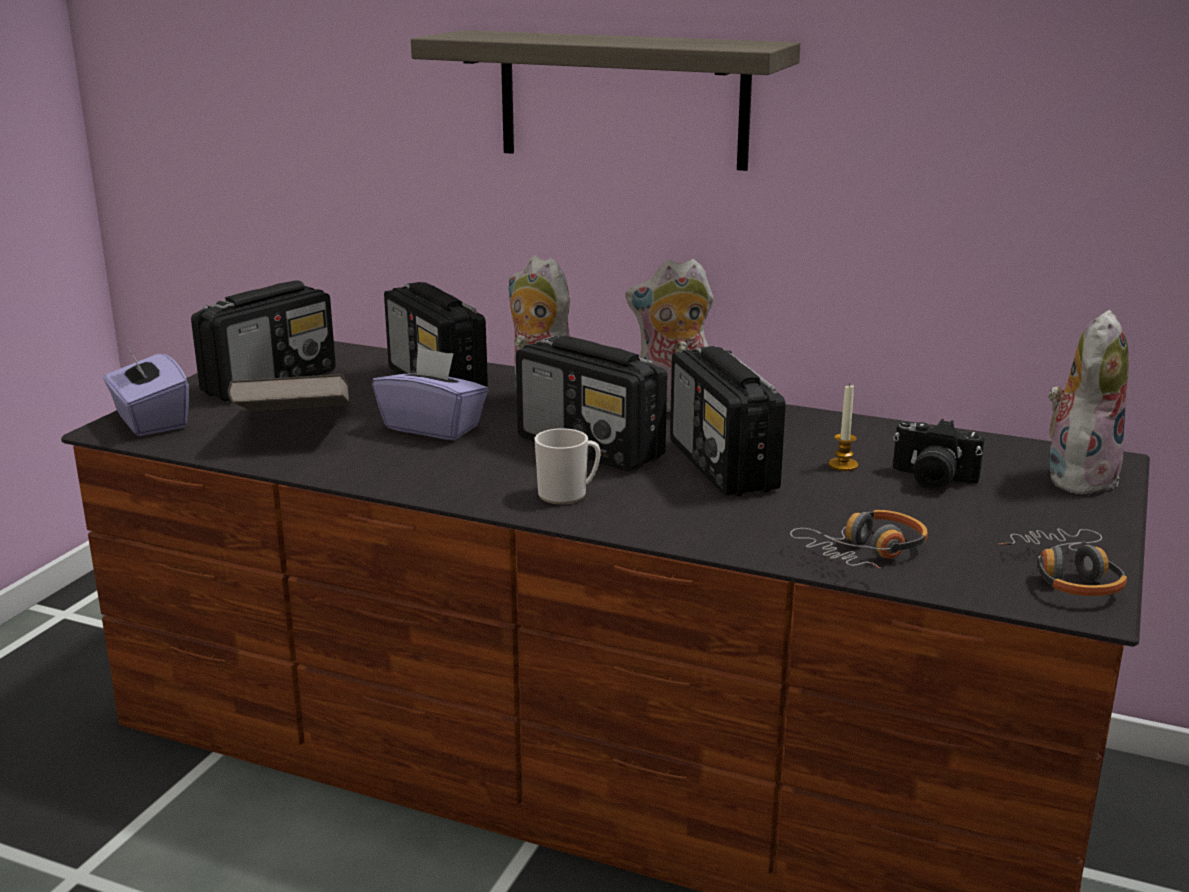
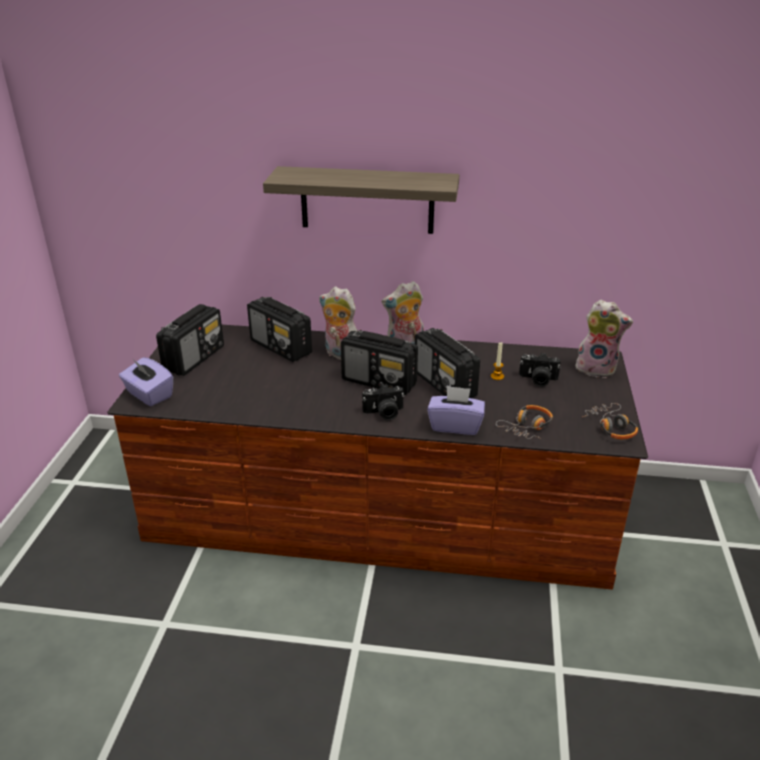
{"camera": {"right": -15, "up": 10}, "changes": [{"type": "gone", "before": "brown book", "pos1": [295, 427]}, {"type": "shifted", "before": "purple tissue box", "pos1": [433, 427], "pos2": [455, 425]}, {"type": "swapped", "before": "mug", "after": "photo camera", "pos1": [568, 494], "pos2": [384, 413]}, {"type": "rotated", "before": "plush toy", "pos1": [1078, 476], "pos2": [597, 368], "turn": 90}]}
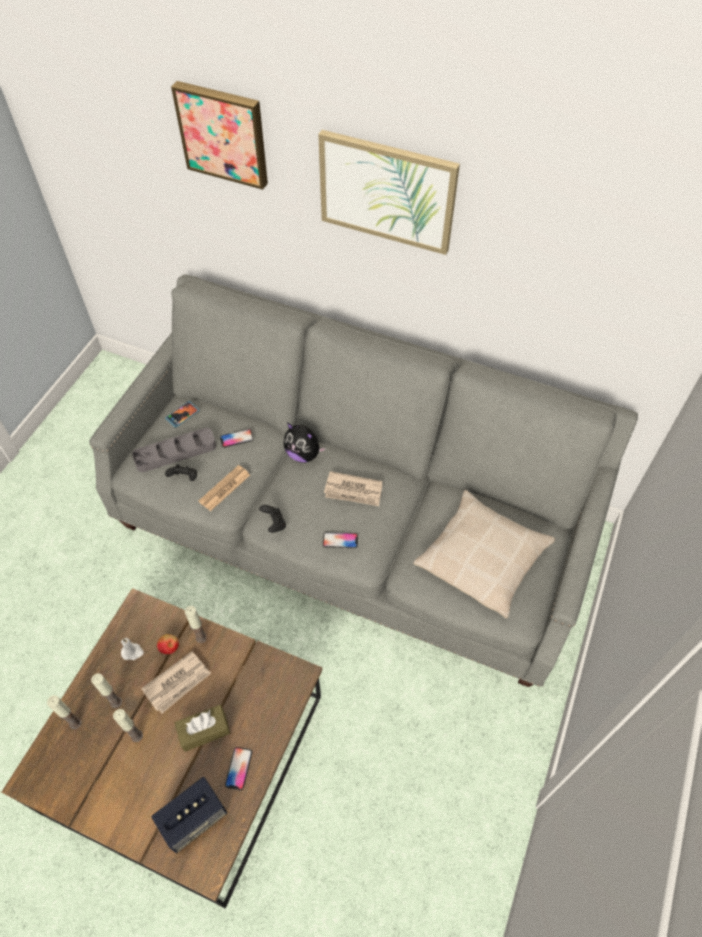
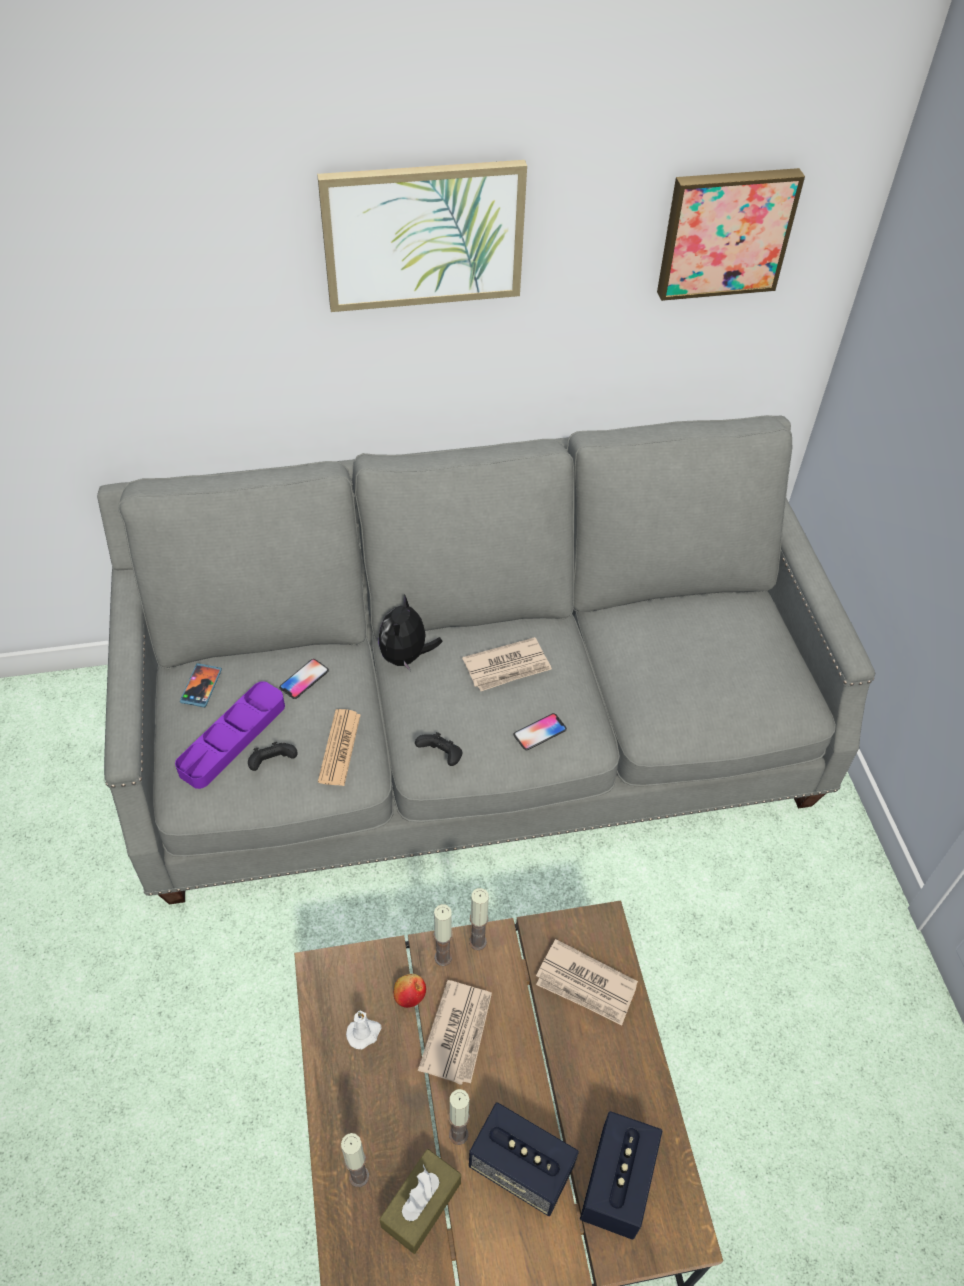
{"camera": {"right": -35, "up": -5}, "changes": [{"type": "shifted", "before": "candle", "pos1": [116, 702], "pos2": [478, 942]}, {"type": "repainted", "before": "grey tray", "after": "purple tray", "pos1": [175, 452], "pos2": [233, 738]}, {"type": "shifted", "before": "picture", "pos1": [223, 133], "pos2": [725, 232]}, {"type": "shifted", "before": "brown tissue box", "pos1": [204, 731], "pos2": [421, 1204]}, {"type": "gone", "before": "phone", "pos1": [239, 768]}, {"type": "rotated", "before": "plush toy", "pos1": [303, 454], "pos2": [406, 656], "turn": 105}, {"type": "gone", "before": "beige pillow", "pos1": [482, 558]}, {"type": "new", "after": "speaker", "pos2": [521, 1167]}, {"type": "new", "after": "newspaper", "pos2": [586, 985]}]}
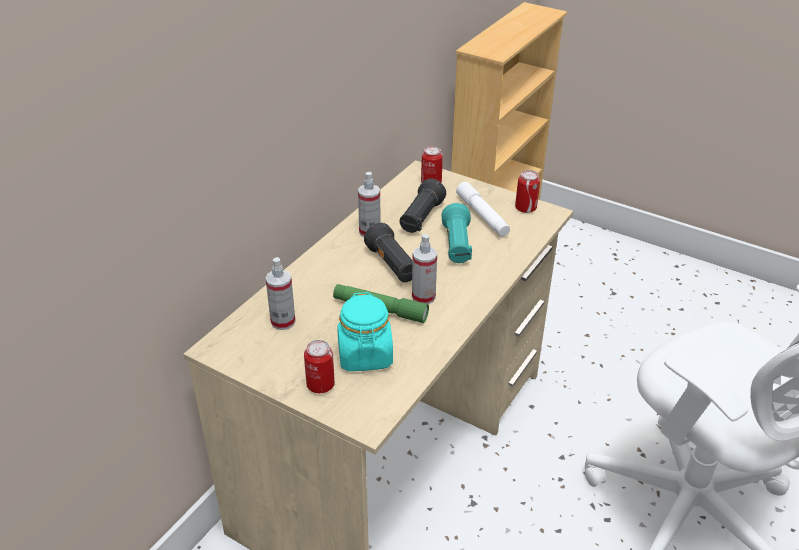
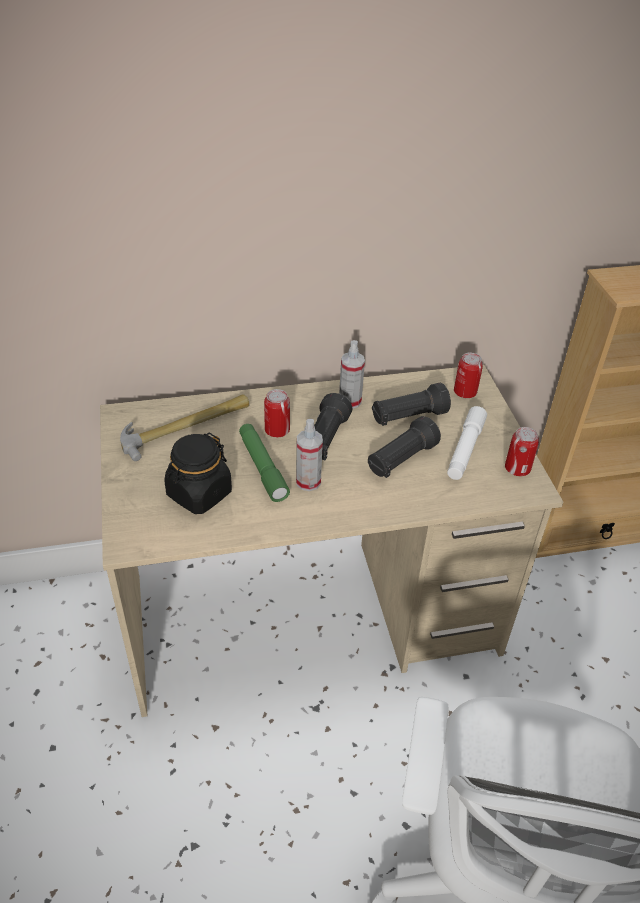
{"camera": {"right": 45, "up": 5}, "changes": [{"type": "swapped", "before": "spray bottle", "after": "hammer", "pos1": [283, 322], "pos2": [186, 427]}, {"type": "shifted", "before": "can", "pos1": [320, 385], "pos2": [277, 431]}, {"type": "repainted", "before": "turquoise jar", "after": "black jar", "pos1": [365, 355], "pos2": [199, 494]}, {"type": "repainted", "before": "turquoise flashlight", "after": "black flashlight", "pos1": [456, 246], "pos2": [401, 460]}]}
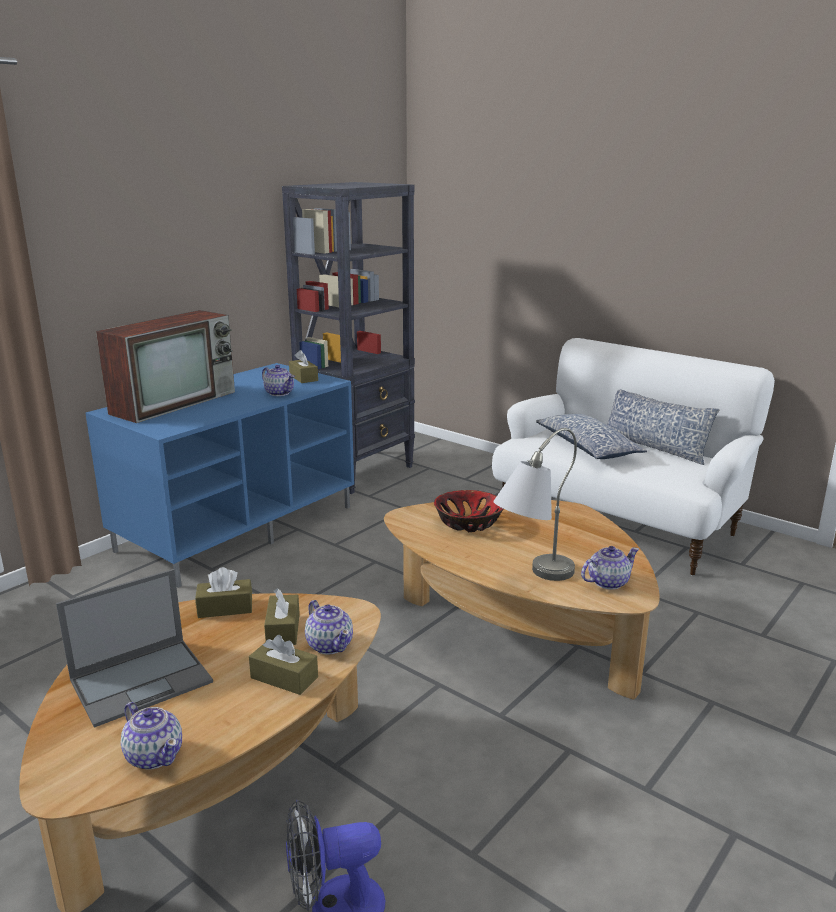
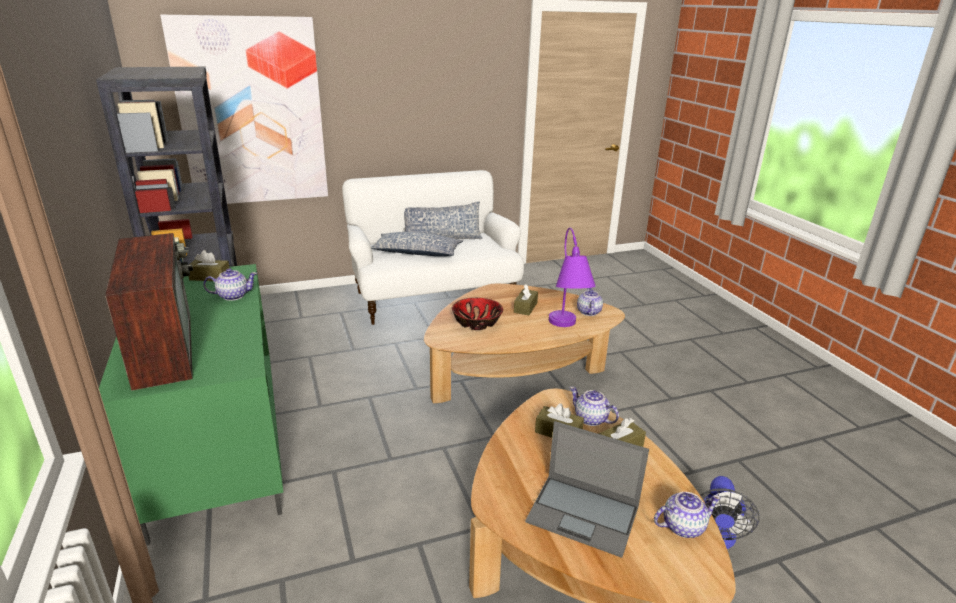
{"camera": {"right": -60, "up": 5}, "changes": [{"type": "rotated", "before": "laptop", "pos1": [143, 680], "pos2": [584, 514], "turn": 120}, {"type": "repainted", "before": "blue tv stand", "after": "green tv stand", "pos1": [238, 527], "pos2": [216, 446]}, {"type": "shifted", "before": "brown tissue box", "pos1": [225, 608], "pos2": [525, 307]}, {"type": "rotated", "before": "teapot", "pos1": [329, 645], "pos2": [591, 419], "turn": -135}, {"type": "repainted", "before": "grey table lamp", "after": "purple table lamp", "pos1": [532, 578], "pos2": [566, 329]}, {"type": "new", "after": "picture", "pos2": [252, 113]}]}
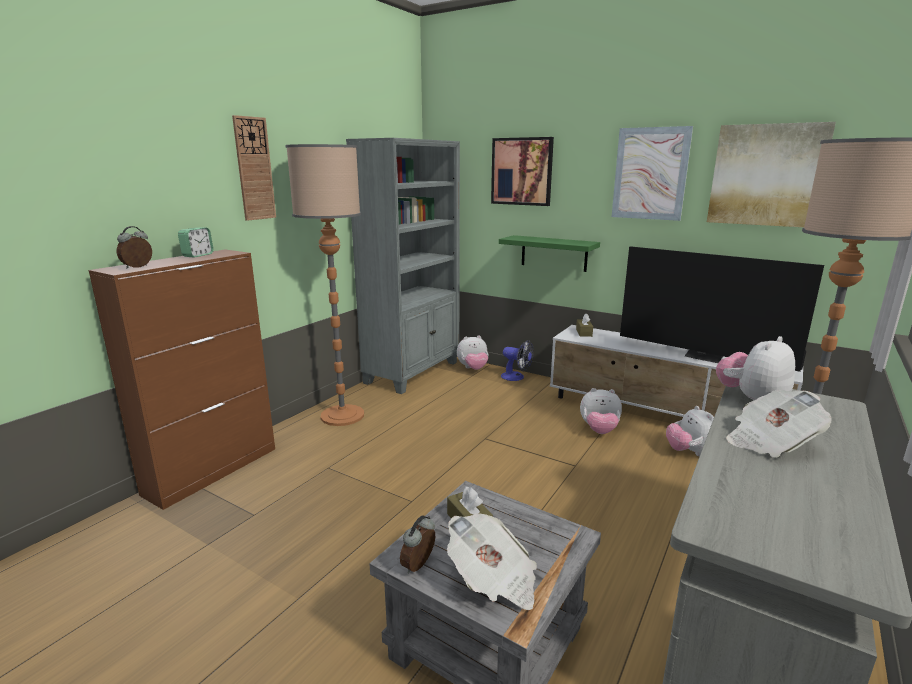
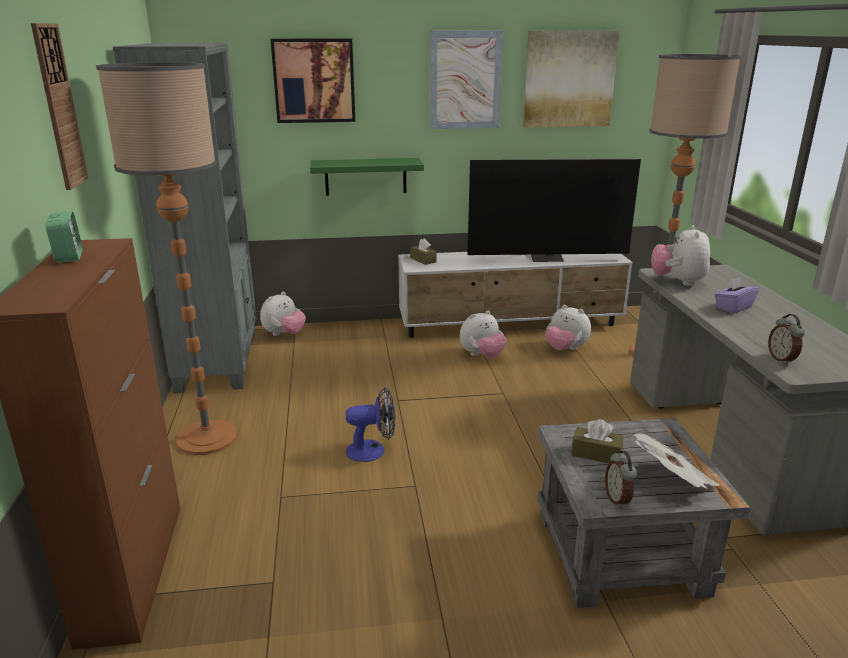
{"camera": {"right": -40, "up": 5}, "changes": [{"type": "shifted", "before": "alarm clock", "pos1": [138, 267], "pos2": [782, 359]}, {"type": "shifted", "before": "fan", "pos1": [516, 377], "pos2": [373, 450]}, {"type": "swapped", "before": "newspaper", "after": "purple tissue box", "pos1": [770, 442], "pos2": [733, 307]}]}
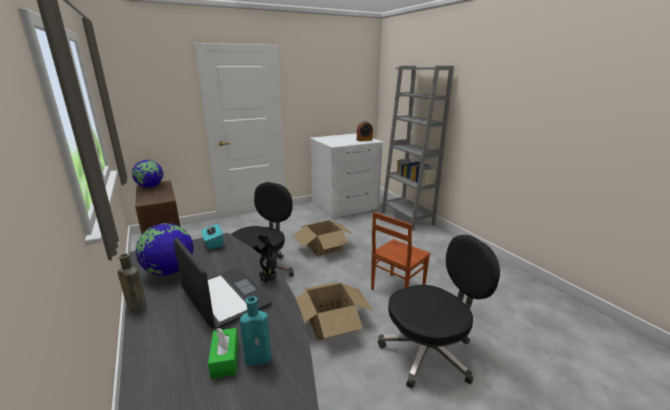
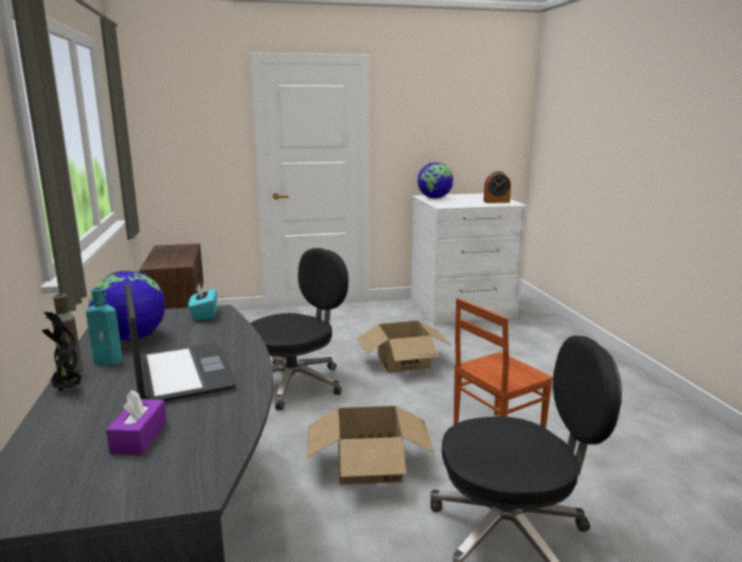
{"camera": {"right": 15, "up": -5}, "changes": [{"type": "shifted", "before": "globe", "pos1": [150, 187], "pos2": [434, 198]}, {"type": "repainted", "before": "green tissue box", "after": "purple tissue box", "pos1": [225, 359], "pos2": [139, 437]}, {"type": "shifted", "before": "turquoise bottle", "pos1": [260, 358], "pos2": [110, 361]}, {"type": "shifted", "before": "potted plant", "pos1": [267, 281], "pos2": [66, 390]}, {"type": "gone", "before": "grey bookcase", "pos1": [407, 218]}]}
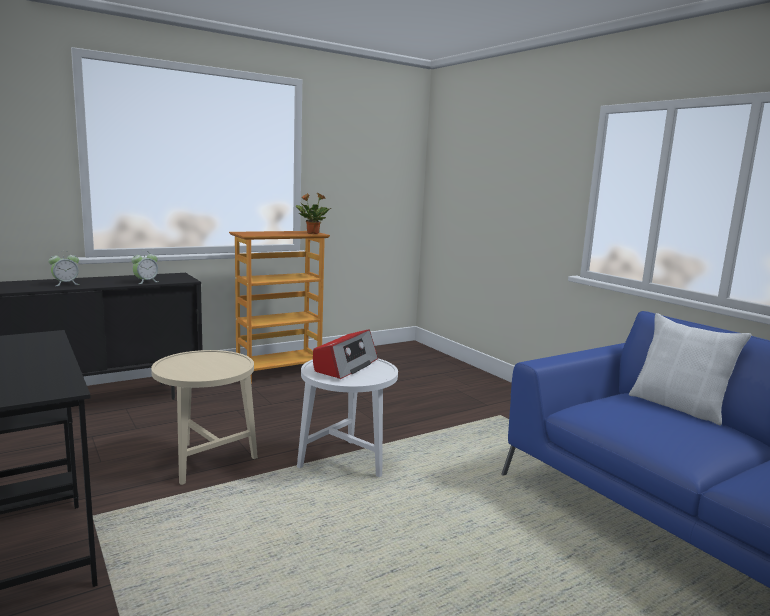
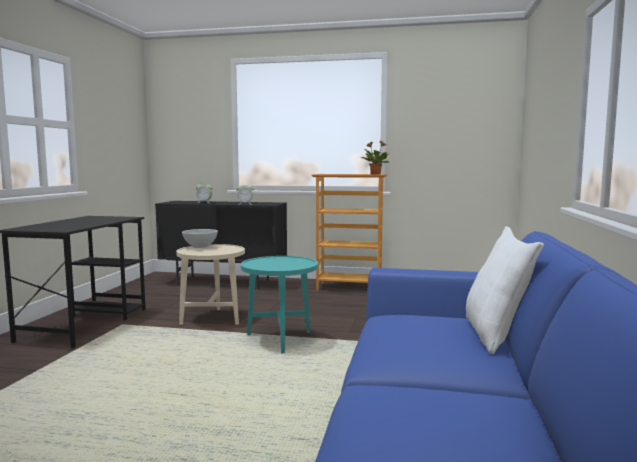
{"camera": {"right": 45, "up": -5}, "changes": [{"type": "repainted", "before": "white side table", "after": "turquoise side table", "pos1": [346, 463], "pos2": [280, 341]}, {"type": "gone", "before": "radio", "pos1": [345, 365]}, {"type": "new", "after": "white bowl", "pos2": [200, 246]}]}
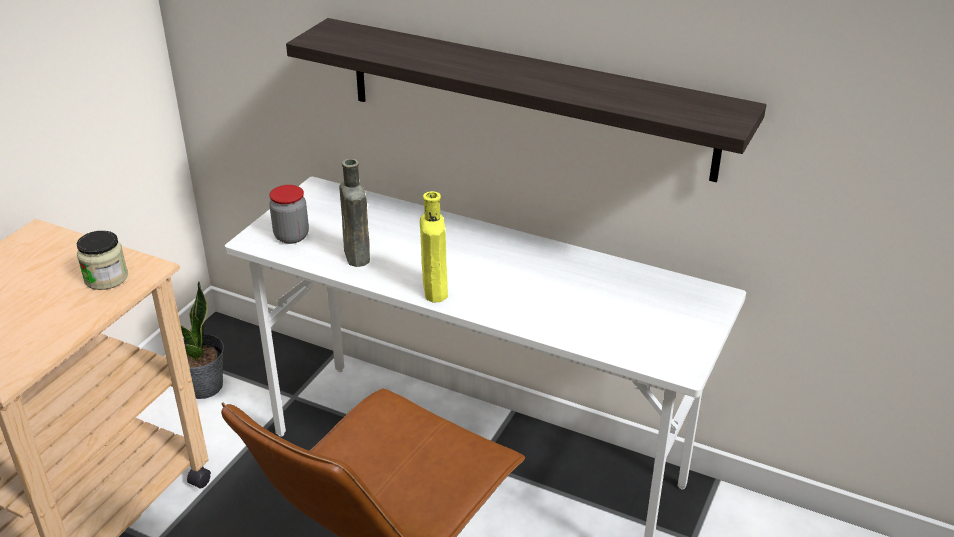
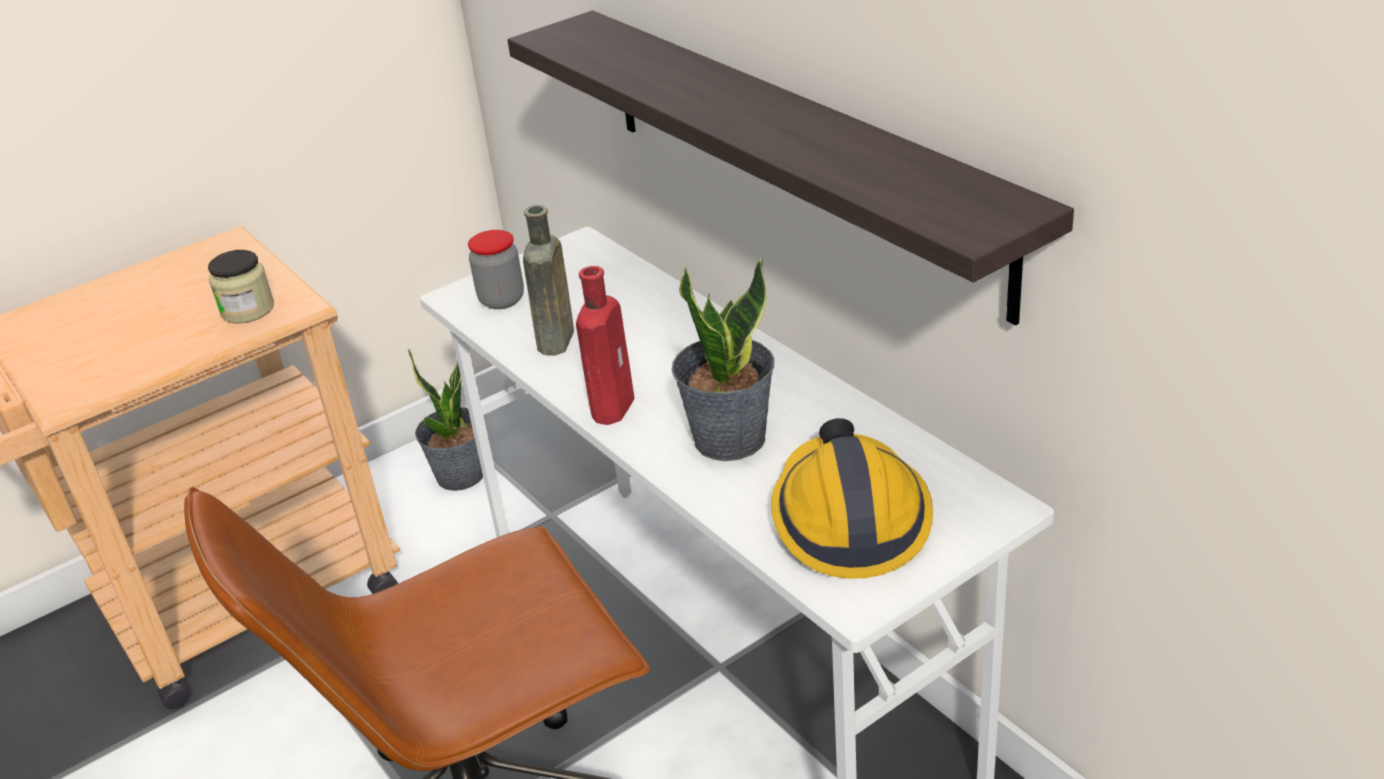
{"camera": {"right": 30, "up": 0}, "changes": [{"type": "repainted", "before": "yellow bottle", "after": "red bottle", "pos1": [434, 289], "pos2": [614, 405]}, {"type": "new", "after": "potted plant", "pos2": [728, 438]}, {"type": "new", "after": "hard hat", "pos2": [849, 518]}]}
